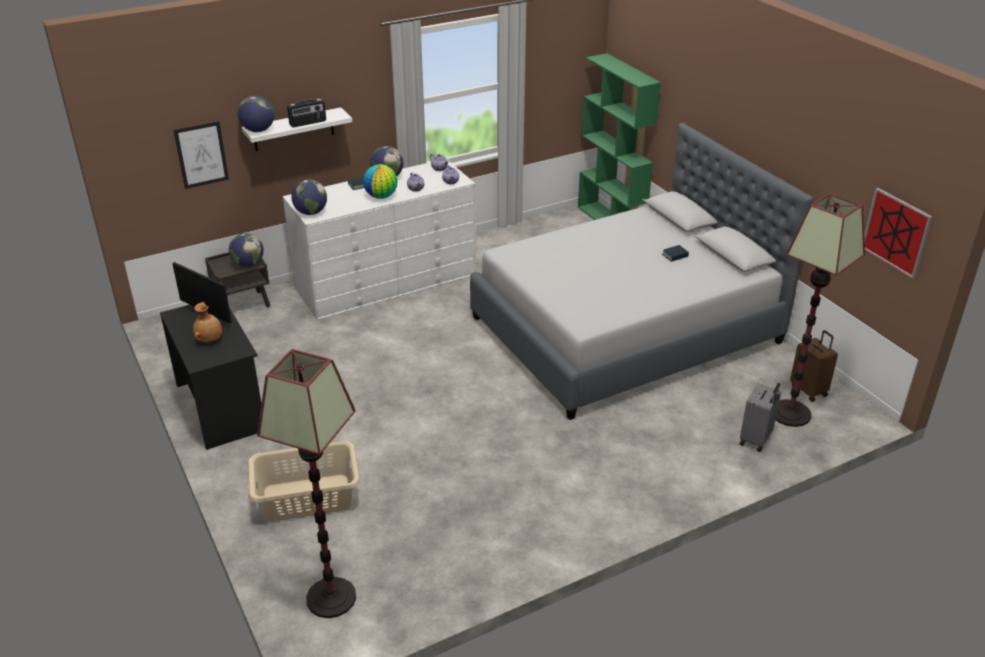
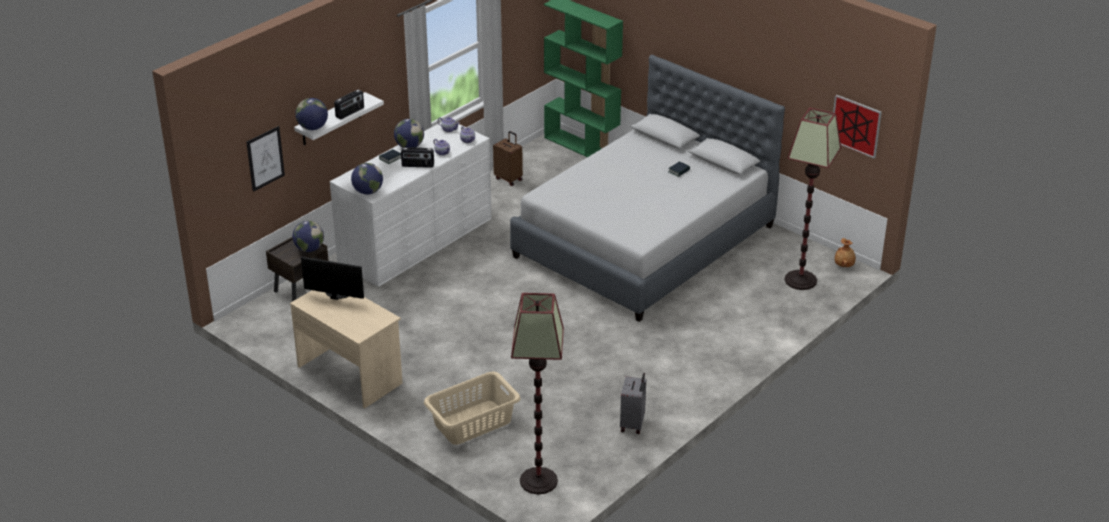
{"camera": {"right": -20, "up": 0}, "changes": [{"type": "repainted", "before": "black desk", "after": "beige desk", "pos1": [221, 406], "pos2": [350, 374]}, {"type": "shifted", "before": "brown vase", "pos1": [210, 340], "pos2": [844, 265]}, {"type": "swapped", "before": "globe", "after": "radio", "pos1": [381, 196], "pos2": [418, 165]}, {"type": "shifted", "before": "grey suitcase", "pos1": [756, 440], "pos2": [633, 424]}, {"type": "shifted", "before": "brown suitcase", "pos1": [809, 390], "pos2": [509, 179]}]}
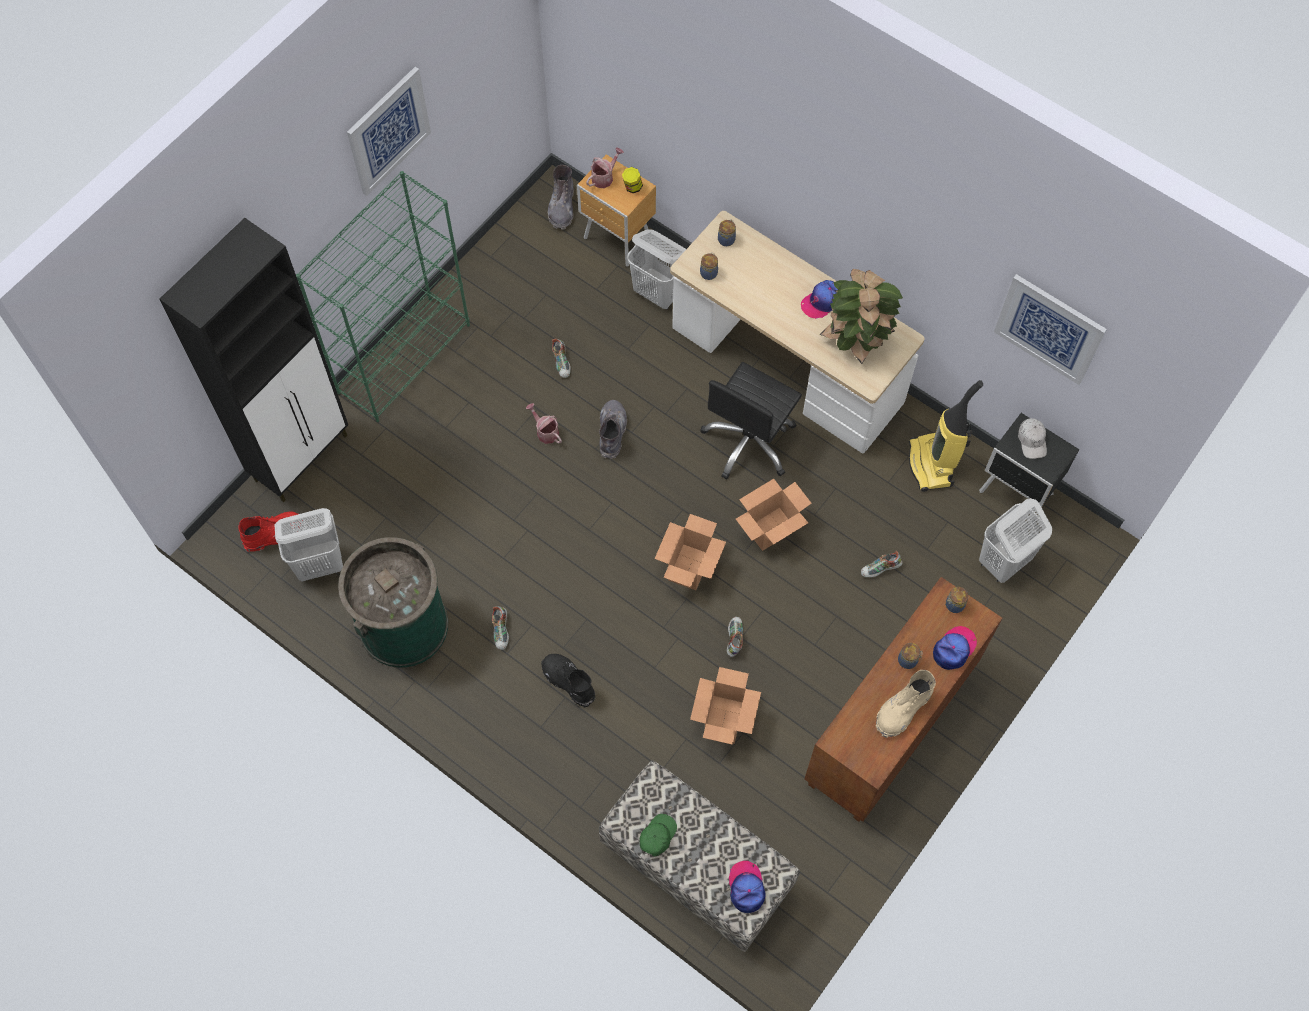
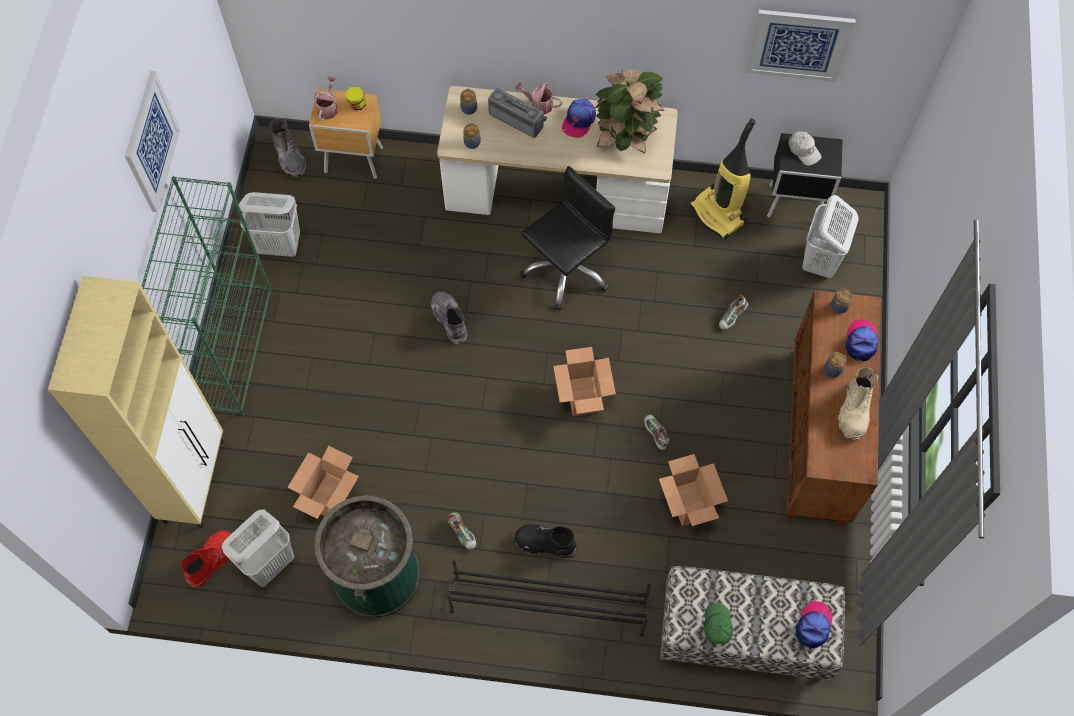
{"camera": {"right": -30, "up": 0}, "changes": [{"type": "repainted", "before": "black cabinet", "after": "beige cabinet", "pos1": [302, 457], "pos2": [195, 480]}, {"type": "shifted", "before": "watering can", "pos1": [545, 431], "pos2": [539, 105]}, {"type": "gone", "before": "shoe", "pos1": [562, 362]}, {"type": "shifted", "before": "white laundry basket", "pos1": [658, 293], "pos2": [280, 245]}, {"type": "rotated", "before": "black office chair", "pos1": [749, 441], "pos2": [566, 270], "turn": -135}, {"type": "rotated", "before": "cap", "pos1": [746, 888], "pos2": [814, 625], "turn": 60}, {"type": "shifted", "before": "cardboard box", "pos1": [770, 529], "pos2": [329, 496]}, {"type": "new", "after": "black shoe rack", "pos2": [547, 605]}, {"type": "new", "after": "radio", "pos2": [518, 118]}]}
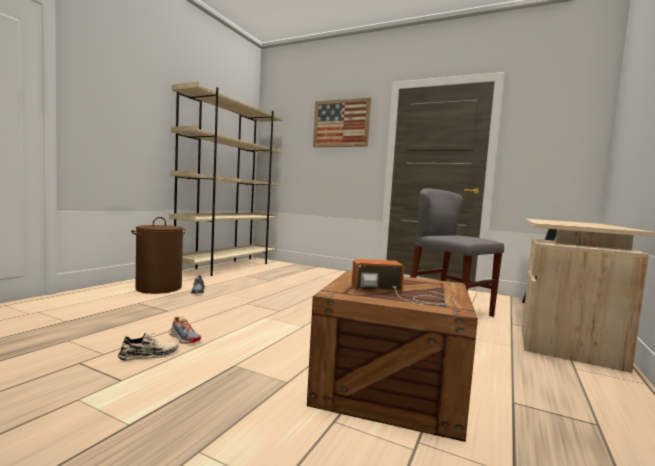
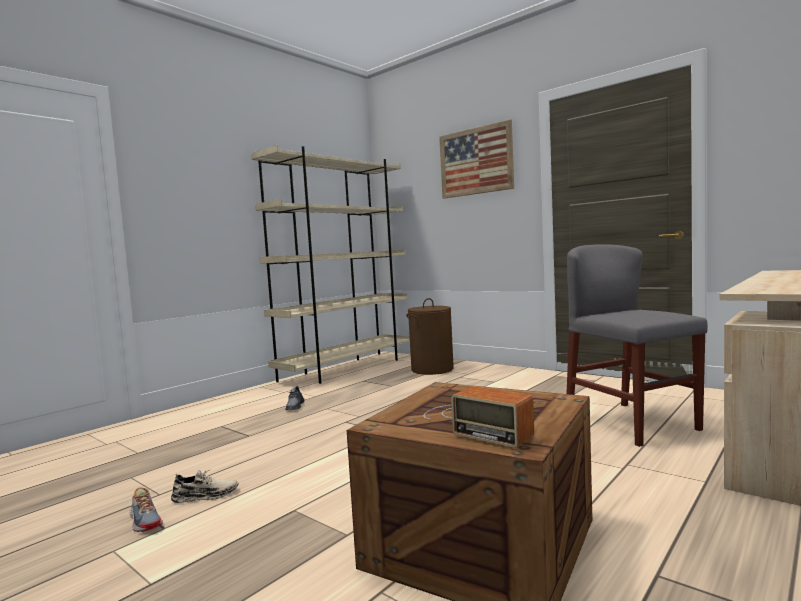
{"camera": {"right": 15, "up": 0}, "changes": [{"type": "shifted", "before": "brown laundry basket", "pos1": [159, 288], "pos2": [432, 369]}, {"type": "shifted", "before": "shoe", "pos1": [184, 338], "pos2": [146, 520]}, {"type": "rotated", "before": "radio", "pos1": [405, 295], "pos2": [474, 423], "turn": -150}]}
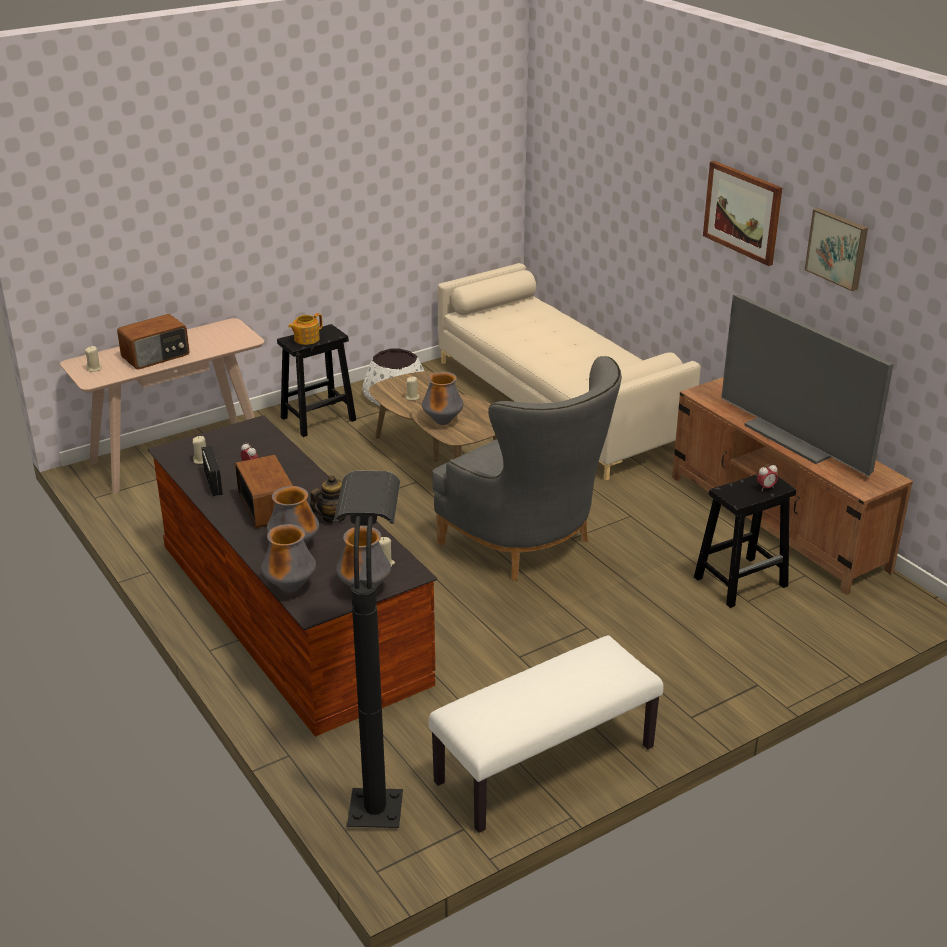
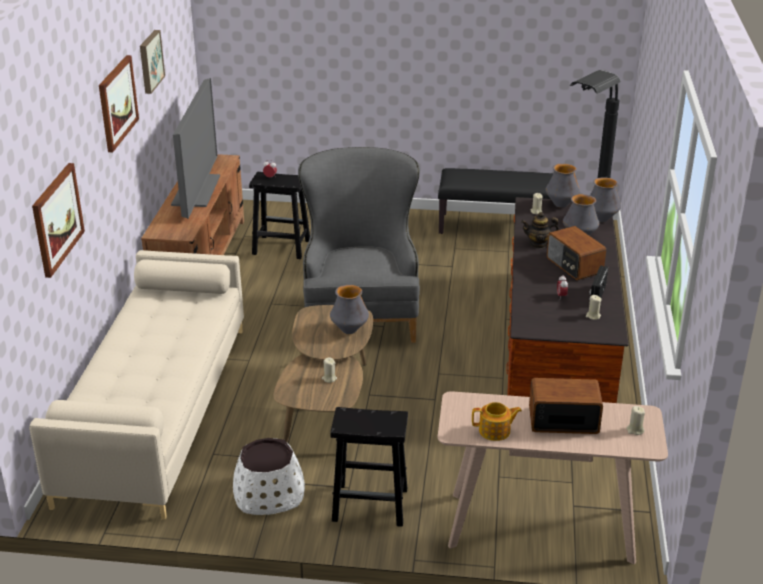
{"camera": {"right": -140, "up": 0}, "changes": [{"type": "rotated", "before": "radio", "pos1": [268, 506], "pos2": [573, 266], "turn": -45}, {"type": "shifted", "before": "teapot", "pos1": [306, 339], "pos2": [495, 431]}, {"type": "repainted", "before": "white bench", "after": "black bench", "pos1": [545, 766], "pos2": [499, 226]}, {"type": "new", "after": "picture", "pos2": [57, 219]}]}
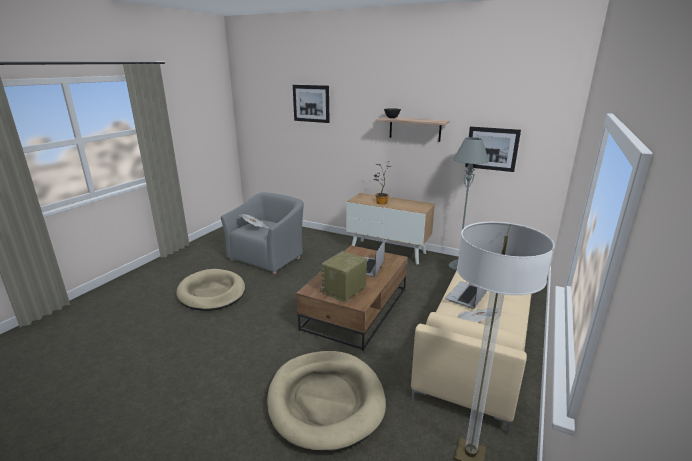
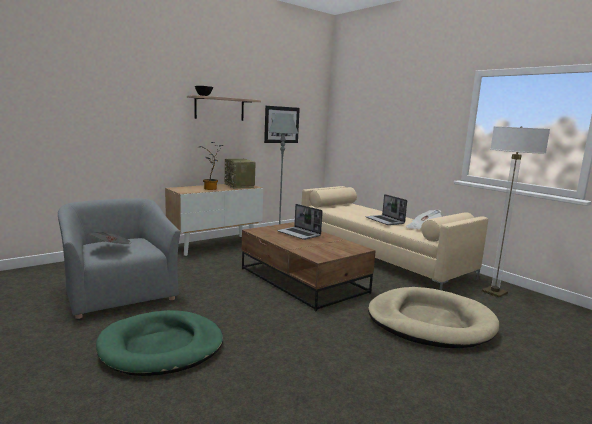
{"camera": {"right": -65, "up": -10}, "changes": [{"type": "repainted", "before": "beige dog bed", "after": "green dog bed", "pos1": [212, 293], "pos2": [161, 347]}, {"type": "gone", "before": "picture", "pos1": [311, 103]}, {"type": "shifted", "before": "radio", "pos1": [344, 291], "pos2": [239, 186]}]}
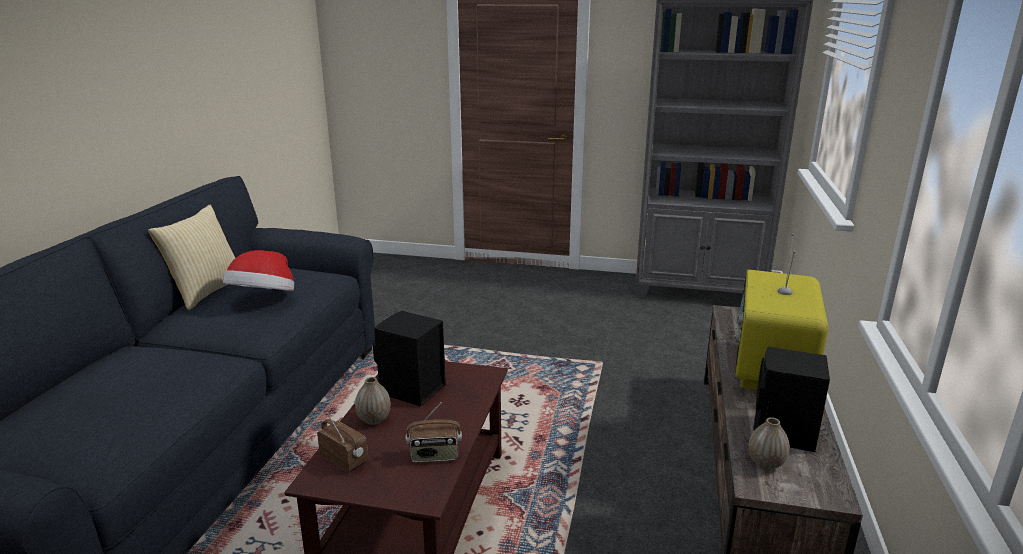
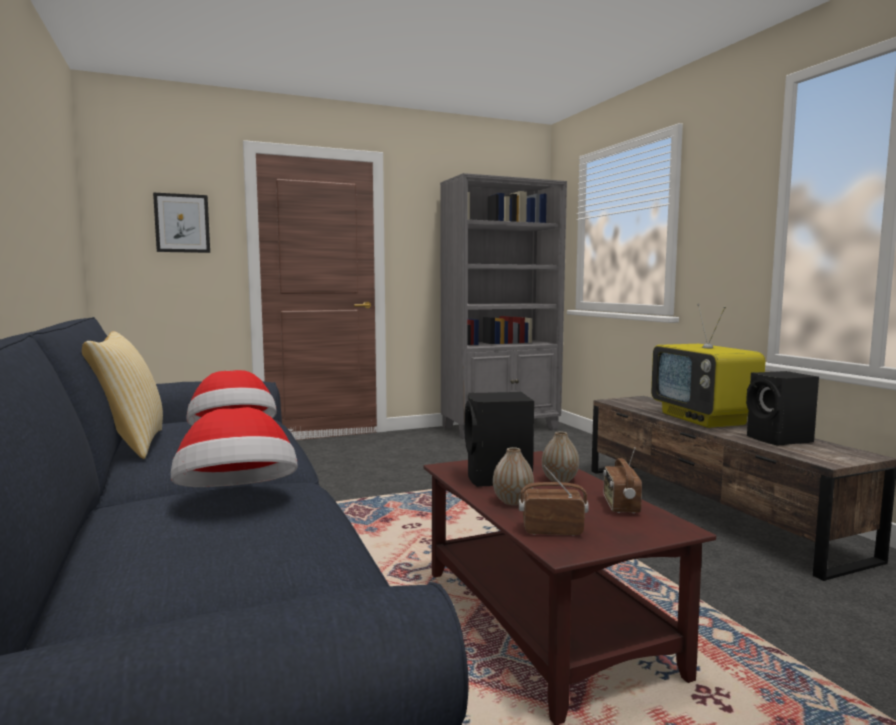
{"camera": {"right": -35, "up": -15}, "changes": [{"type": "rotated", "before": "radio", "pos1": [434, 456], "pos2": [620, 506], "turn": 135}, {"type": "shifted", "before": "vase", "pos1": [766, 463], "pos2": [559, 480]}, {"type": "new", "after": "picture", "pos2": [182, 223]}, {"type": "new", "after": "hat", "pos2": [238, 500]}]}
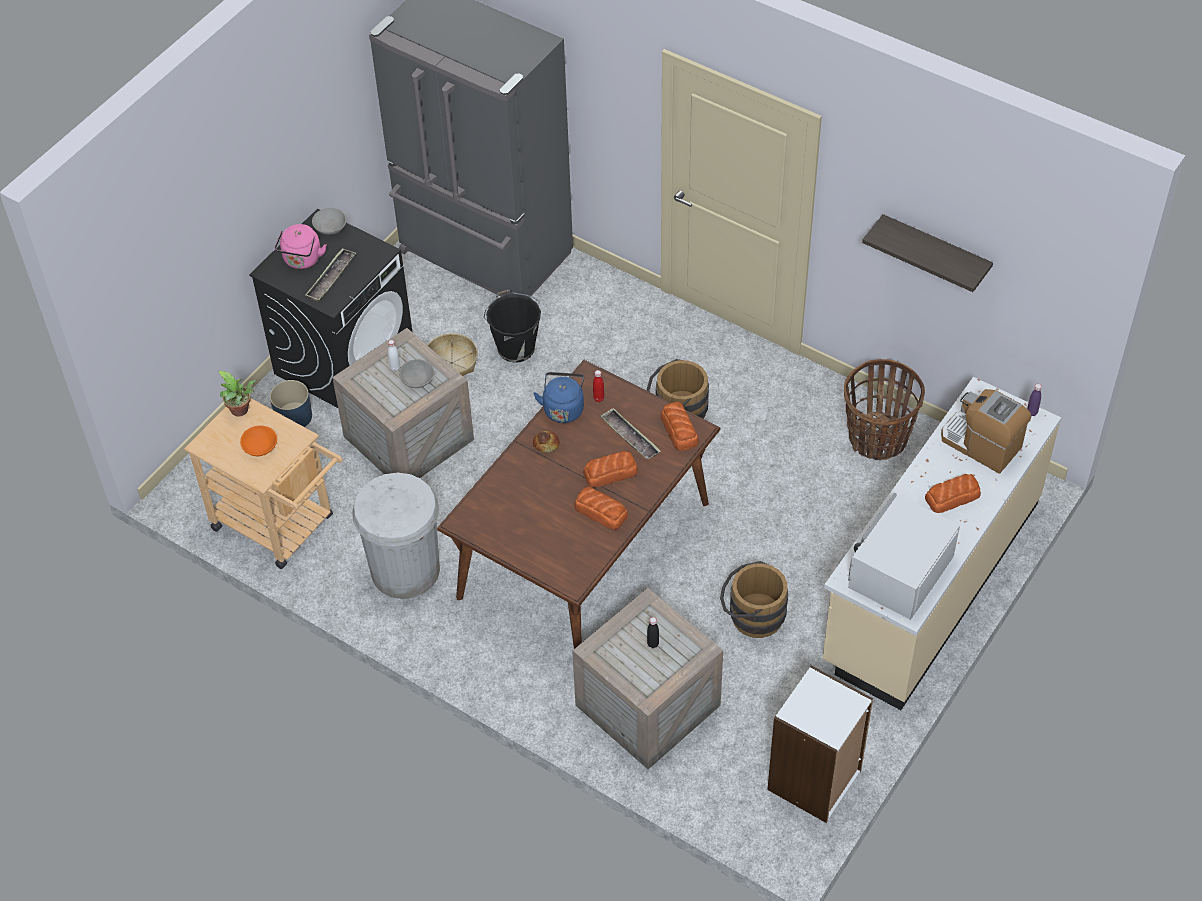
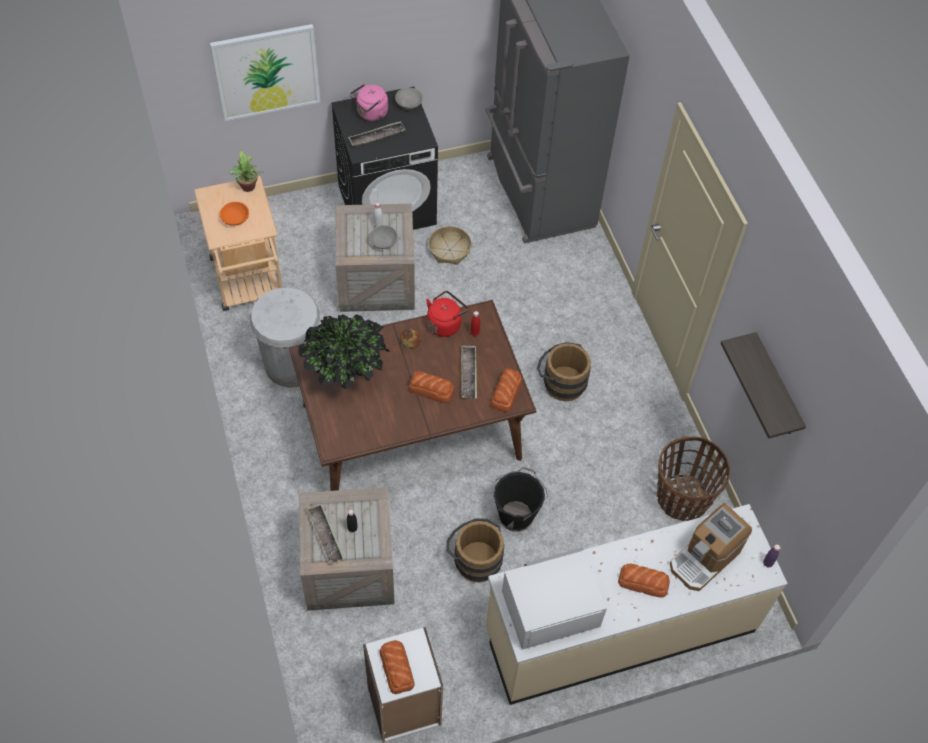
{"camera": {"right": 35, "up": 5}, "changes": [{"type": "gone", "before": "blue planter", "pos1": [294, 416]}, {"type": "shifted", "before": "black bucket", "pos1": [515, 347], "pos2": [516, 514]}, {"type": "repainted", "before": "blue kettle", "after": "red kettle", "pos1": [563, 408], "pos2": [445, 323]}, {"type": "shifted", "before": "bread", "pos1": [600, 511], "pos2": [397, 667]}, {"type": "rotated", "before": "coffee machine", "pos1": [981, 444], "pos2": [704, 558], "turn": -120}, {"type": "new", "after": "picture", "pos2": [266, 72]}, {"type": "new", "after": "potted plant", "pos2": [345, 372]}, {"type": "new", "after": "tray", "pos2": [325, 535]}]}
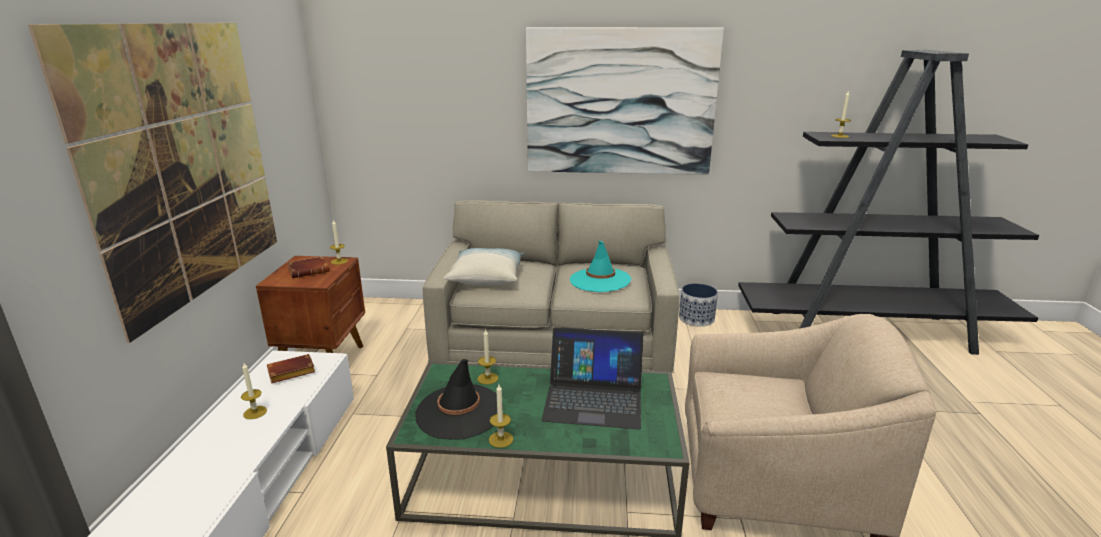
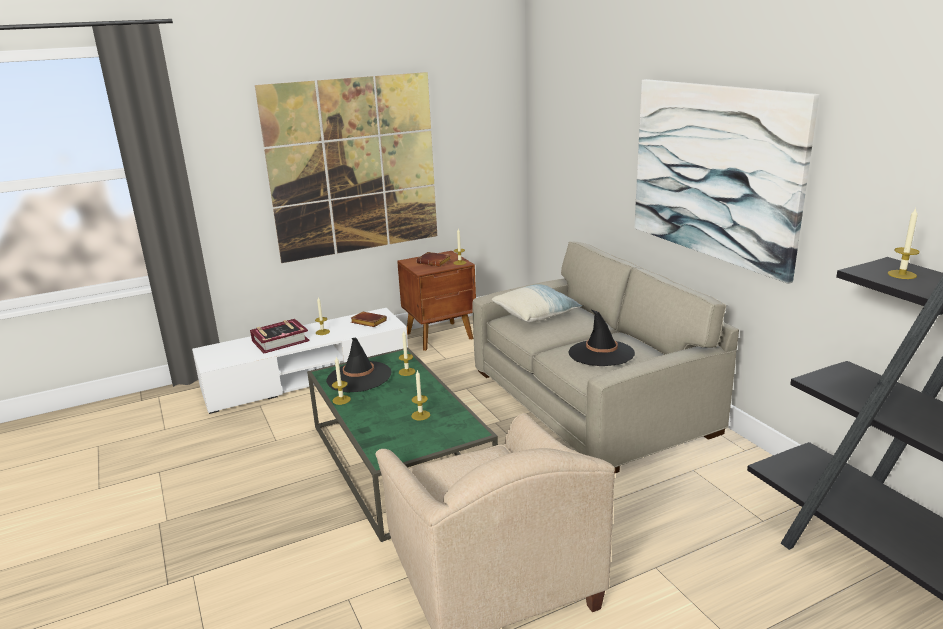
{"camera": {"right": 60, "up": 0}, "changes": [{"type": "swapped", "before": "laptop", "after": "candle", "pos1": [593, 398], "pos2": [420, 415]}, {"type": "repainted", "before": "turquoise hat", "after": "black hat", "pos1": [600, 280], "pos2": [601, 353]}, {"type": "gone", "before": "planter", "pos1": [696, 319]}, {"type": "new", "after": "book", "pos2": [280, 341]}]}
